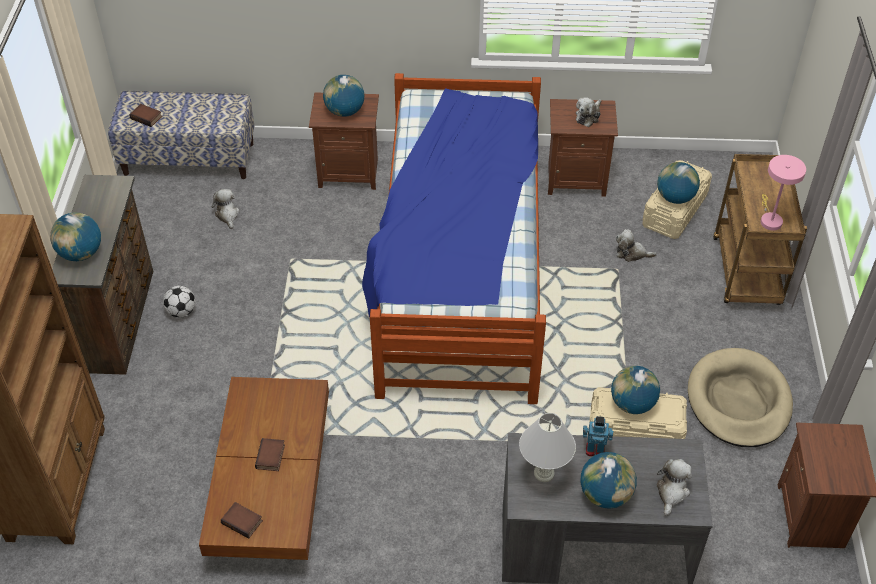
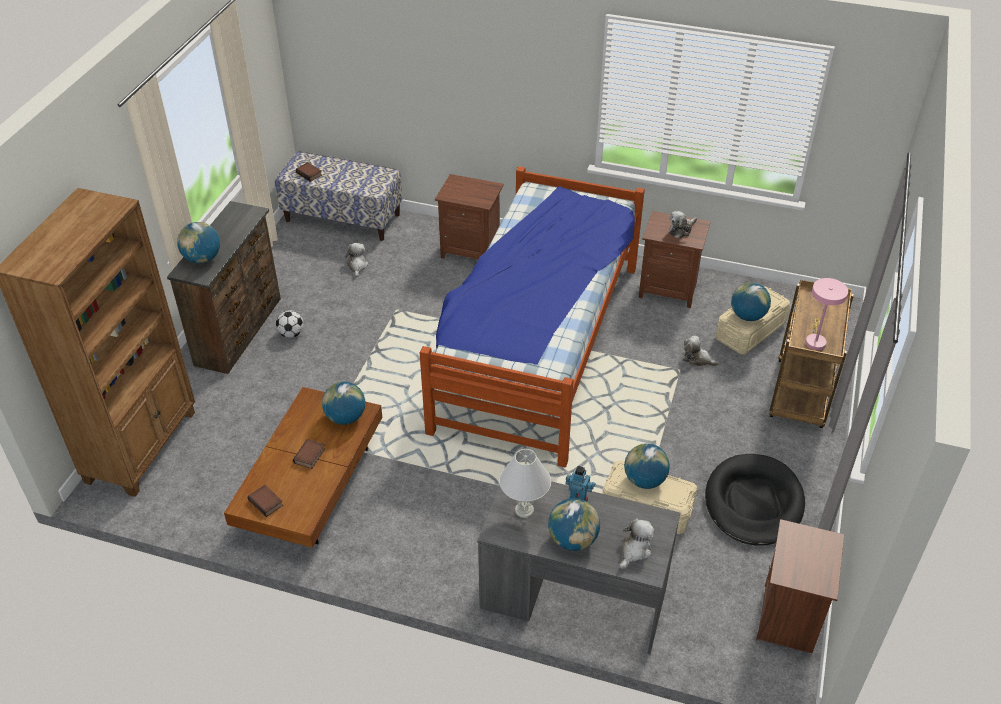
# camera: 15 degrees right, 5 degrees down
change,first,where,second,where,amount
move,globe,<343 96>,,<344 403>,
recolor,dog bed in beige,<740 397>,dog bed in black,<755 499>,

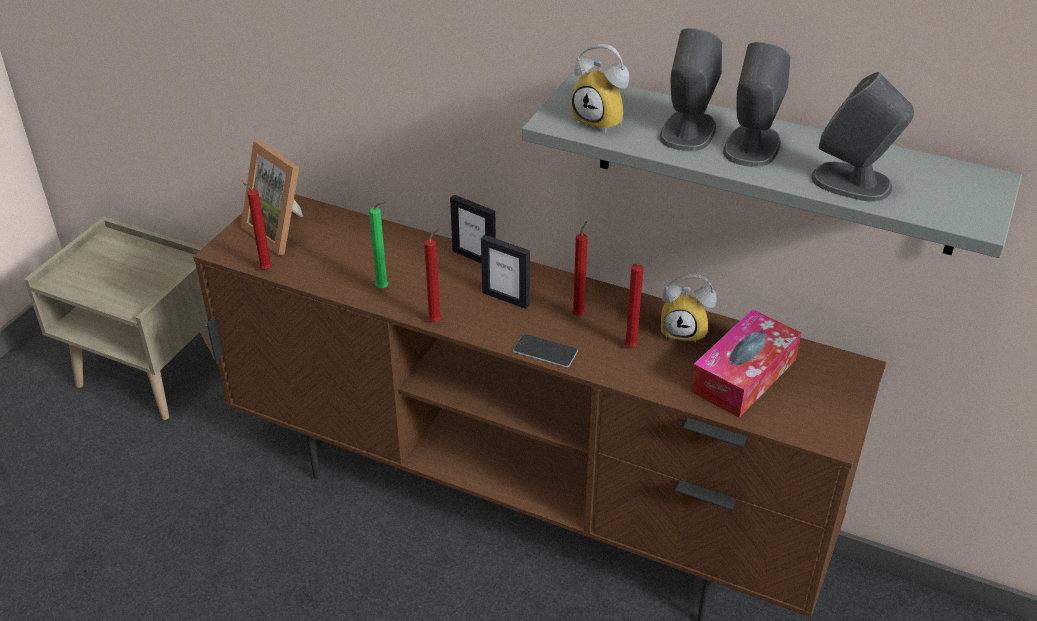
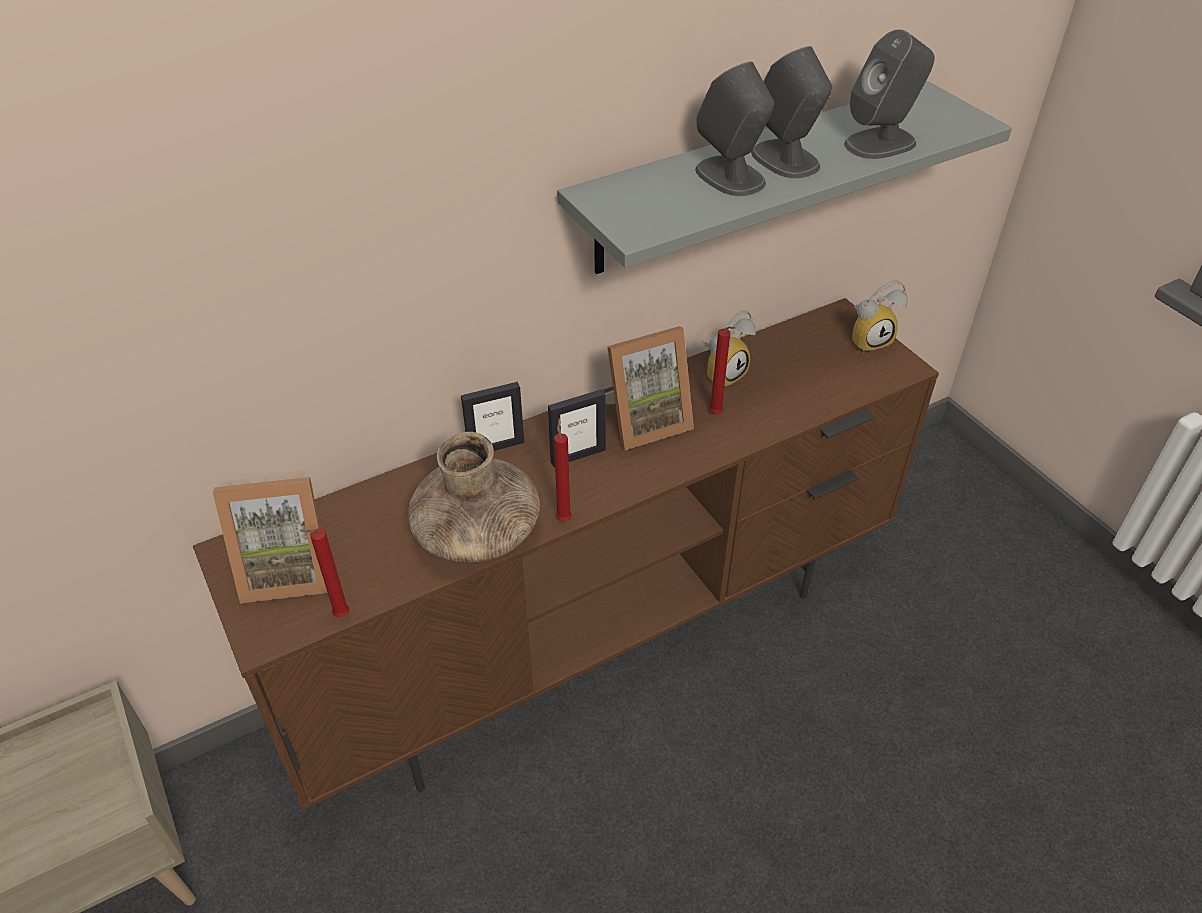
# camera: 55 degrees left, 5 degrees up
change,first,where,second,where,amount
replace,candle in green,<378 245>,vase in brown,<474 497>,
replace,candle in red,<580 268>,picture frame,<649 388>,
move,alarm clock,<600 88>,,<880 316>,
delete,phone,<545 350>,,,
delete,tissue box,<745 363>,,,

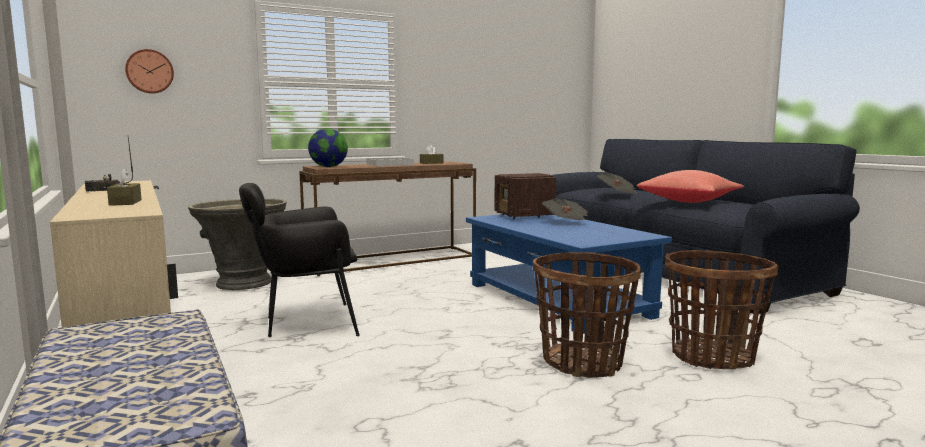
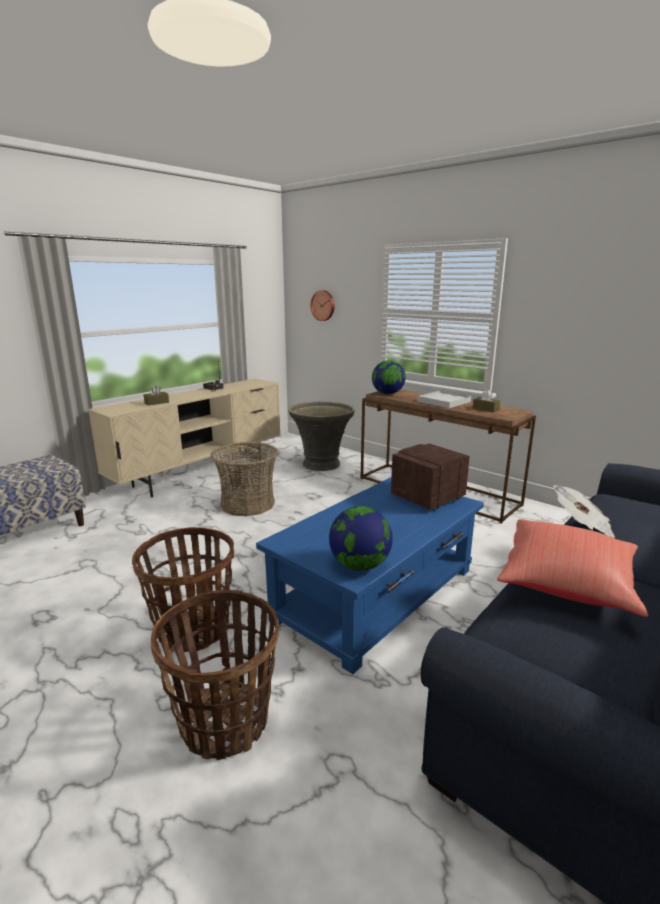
# camera: 70 degrees right, 10 degrees up
change,first,where,second,where,amount
replace,armchair in black,<299 260>,basket,<244 479>,
insert,,,globe,<361 538>,
delete,newspaper,<565 209>,,,

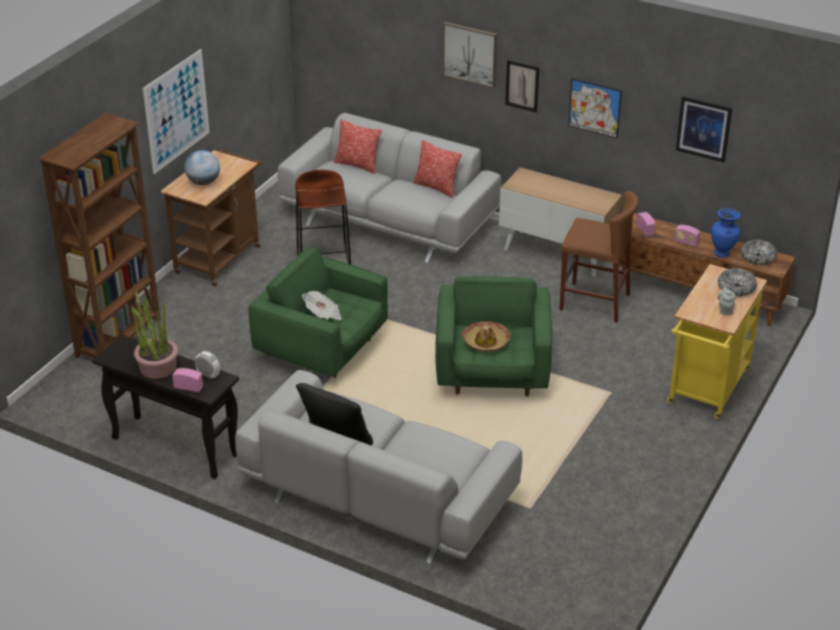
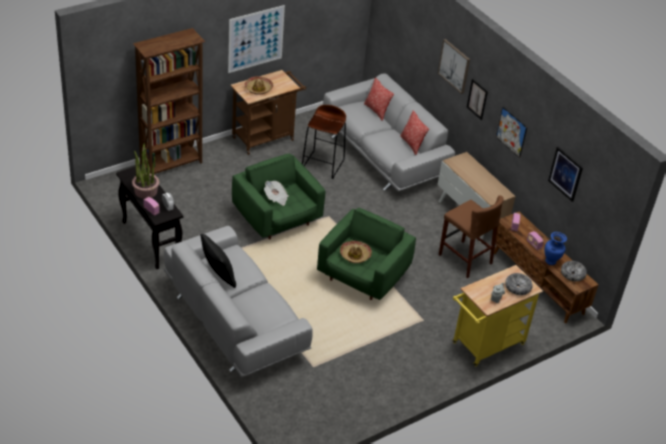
# camera: 25 degrees right, 5 degrees up
change,first,where,second,where,amount
replace,globe,<202 167>,hat,<259 85>,

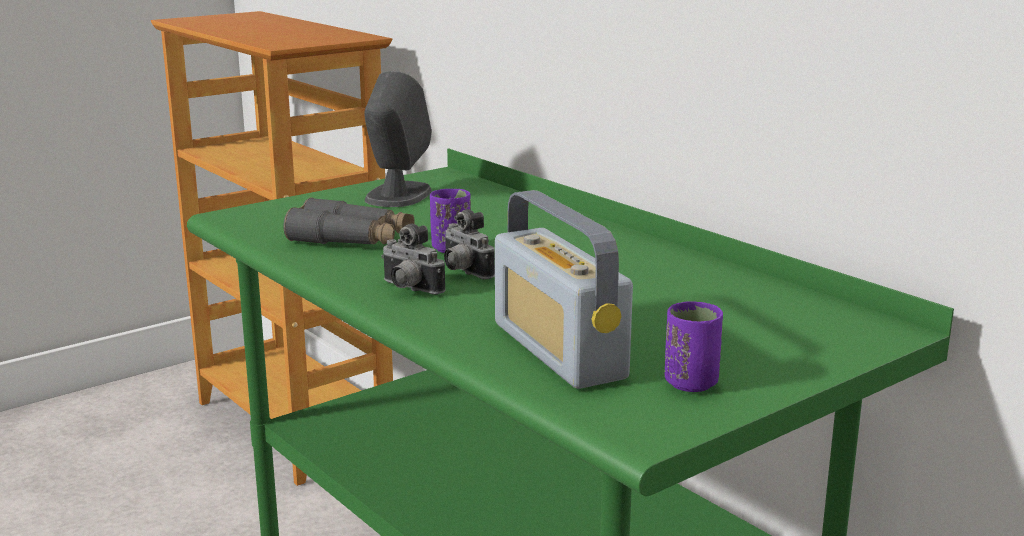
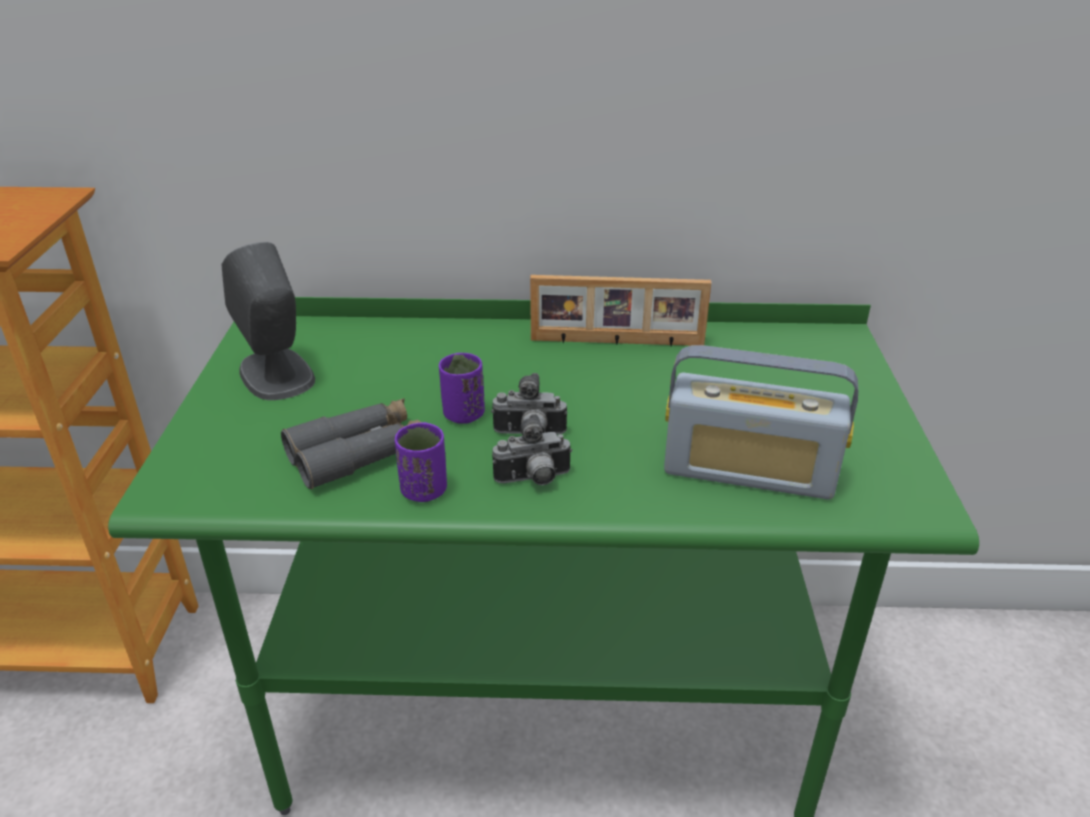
# camera: 50 degrees left, 15 degrees up
change,first,where,second,where,amount
move,cup in purple,<694 346>,,<421 462>,
insert,,,picture frame,<620 311>,

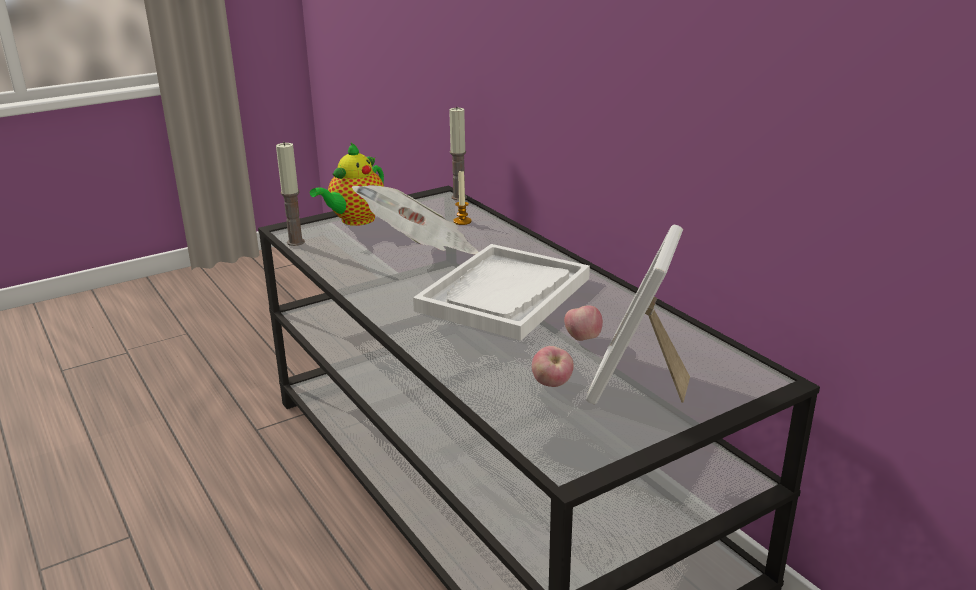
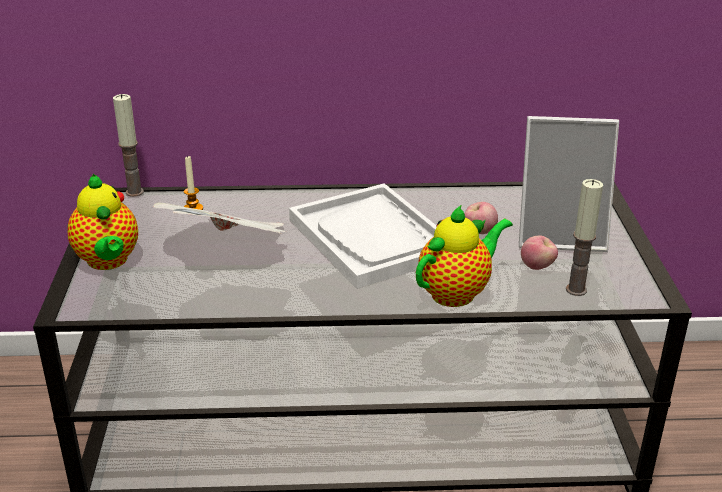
# camera: 60 degrees left, 5 degrees up
change,first,where,second,where,amount
insert,,,teapot,<464 255>,
rotate,picture frame,<638 314>,,<569 184>,45 degrees counterclockwise
move,candle,<290 194>,,<584 237>,

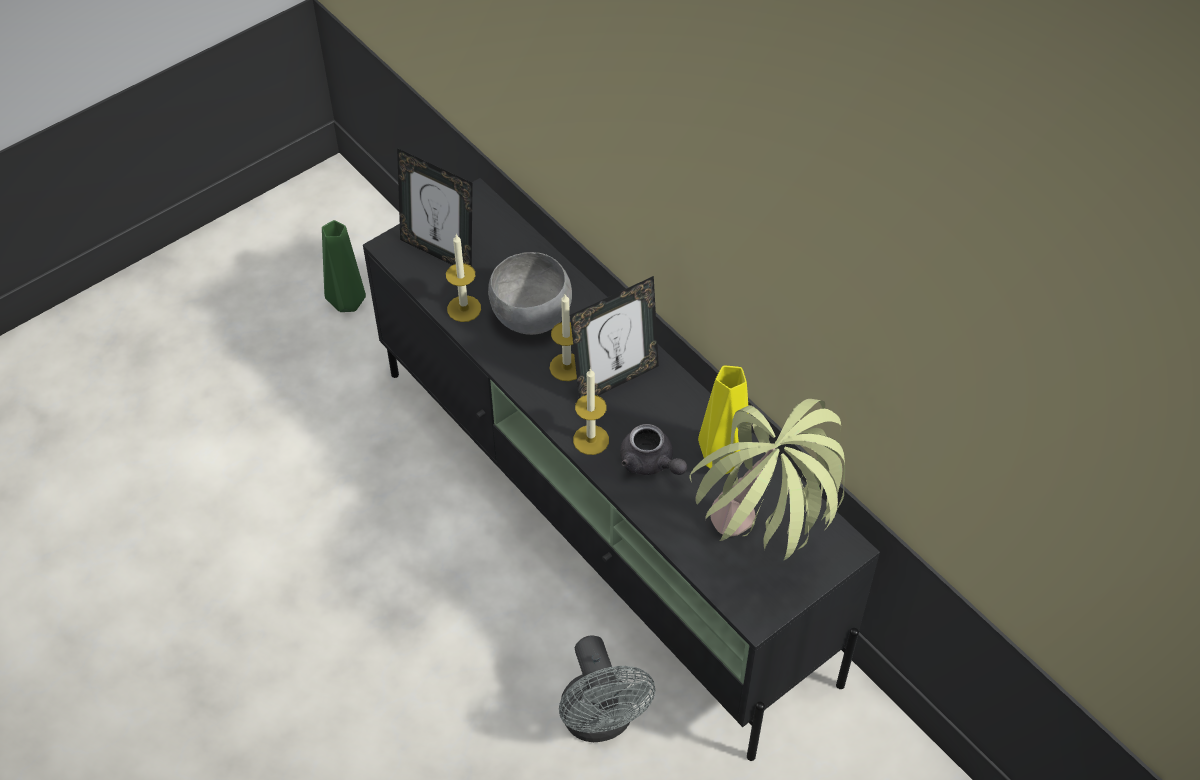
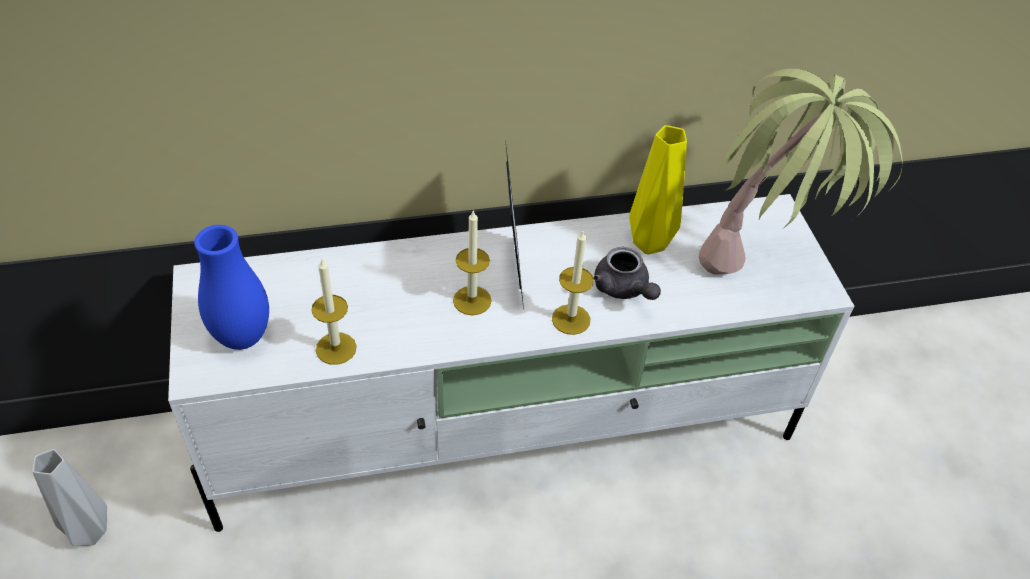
# camera: 65 degrees left, 5 degrees down
change,first,where,second,where,amount
recolor,vase in green,<344 266>,vase in grey,<69 497>,
recolor,tv stand in black,<621 469>,tv stand in white,<511 363>,
replace,picture frame,<435 207>,vase in blue,<231 287>,
rotate,teapot in grey,<653 449>,,<627 273>,75 degrees clockwise
delete,bowl in grey,<530 293>,,,
delete,fan in grey,<607 688>,,,

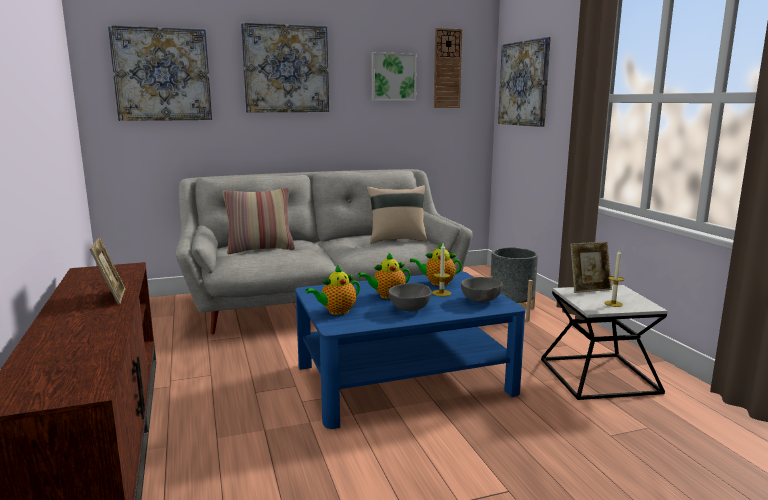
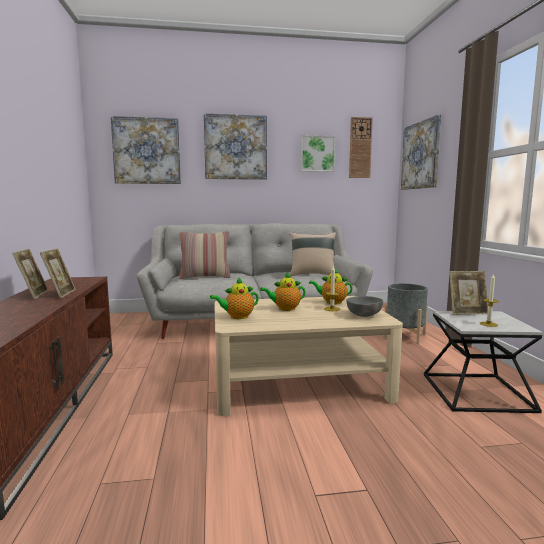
# camera: 10 degrees right, 5 degrees down
change,first,where,second,where,amount
insert,,,picture frame,<30 274>,
recolor,coffee table in blue,<410 350>,coffee table in beige,<308 356>,
delete,bowl in grey,<410 297>,,,

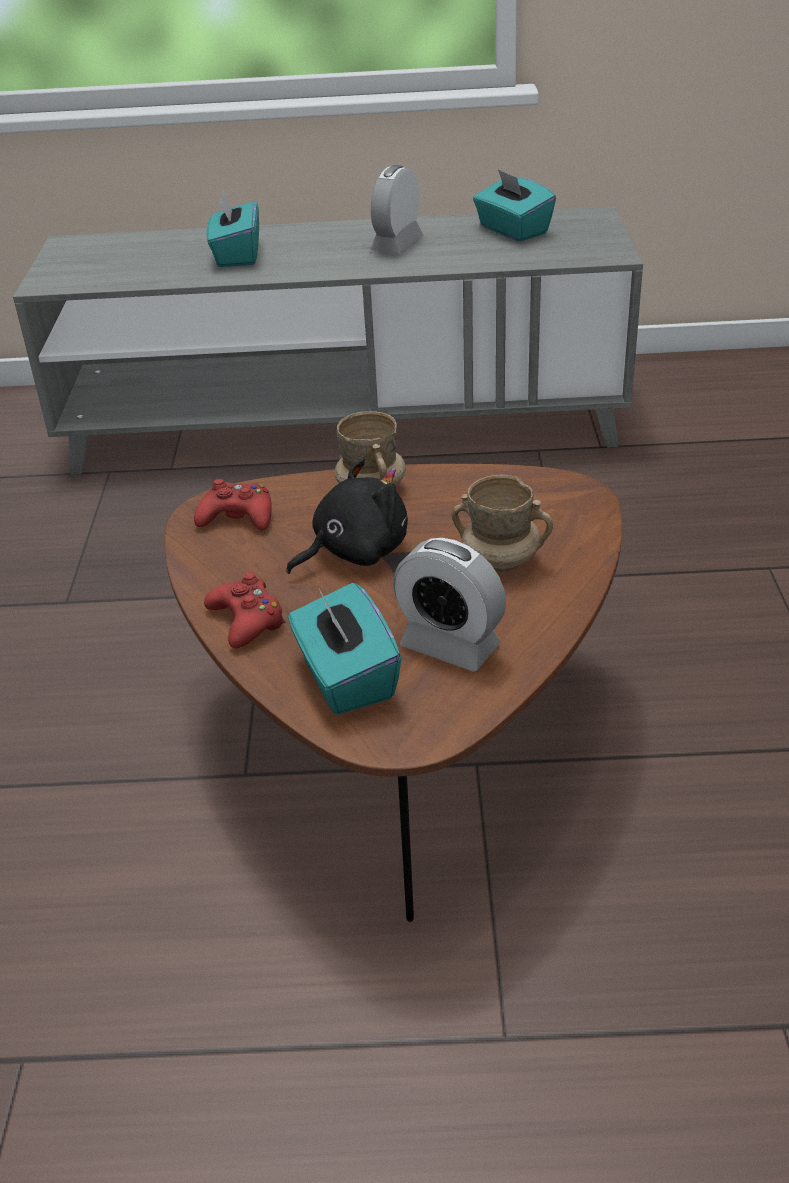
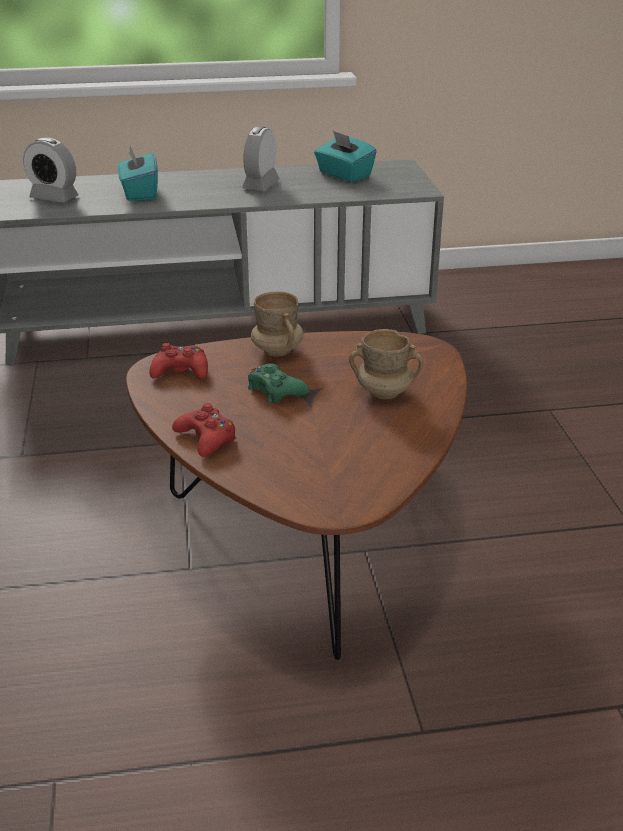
# camera: 10 degrees left, 5 degrees down
change,first,where,second,where,amount
move,alarm clock,<449 604>,,<50 170>,
replace,plush toy in black,<347 516>,game controller in green,<278 383>,
delete,tissue box in turquoise,<344 649>,,,

